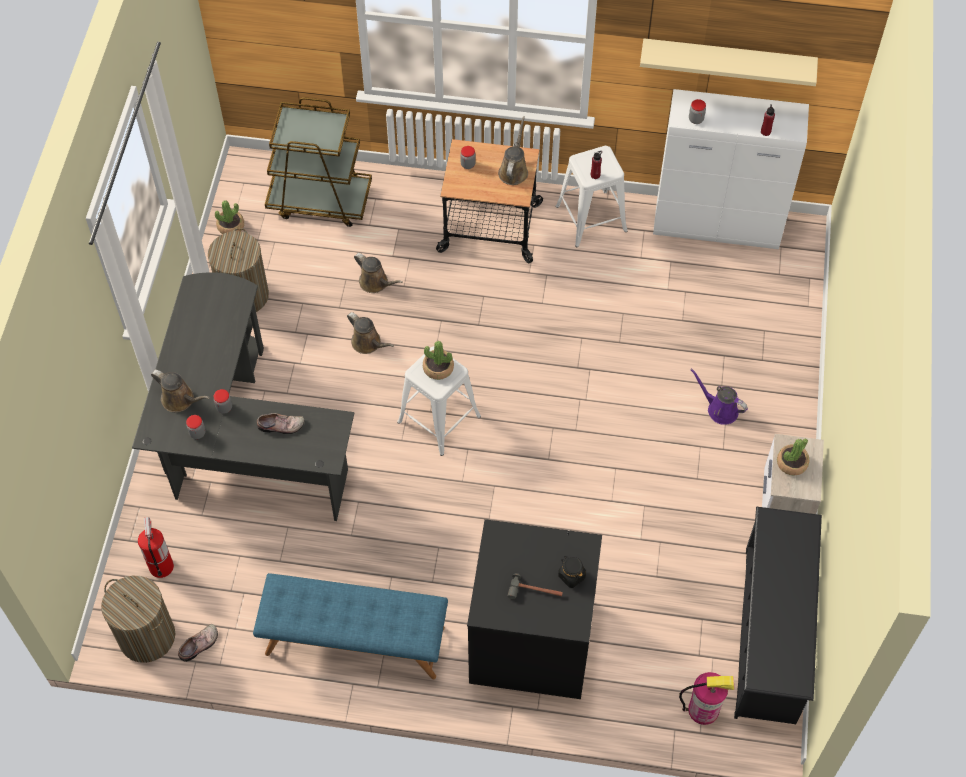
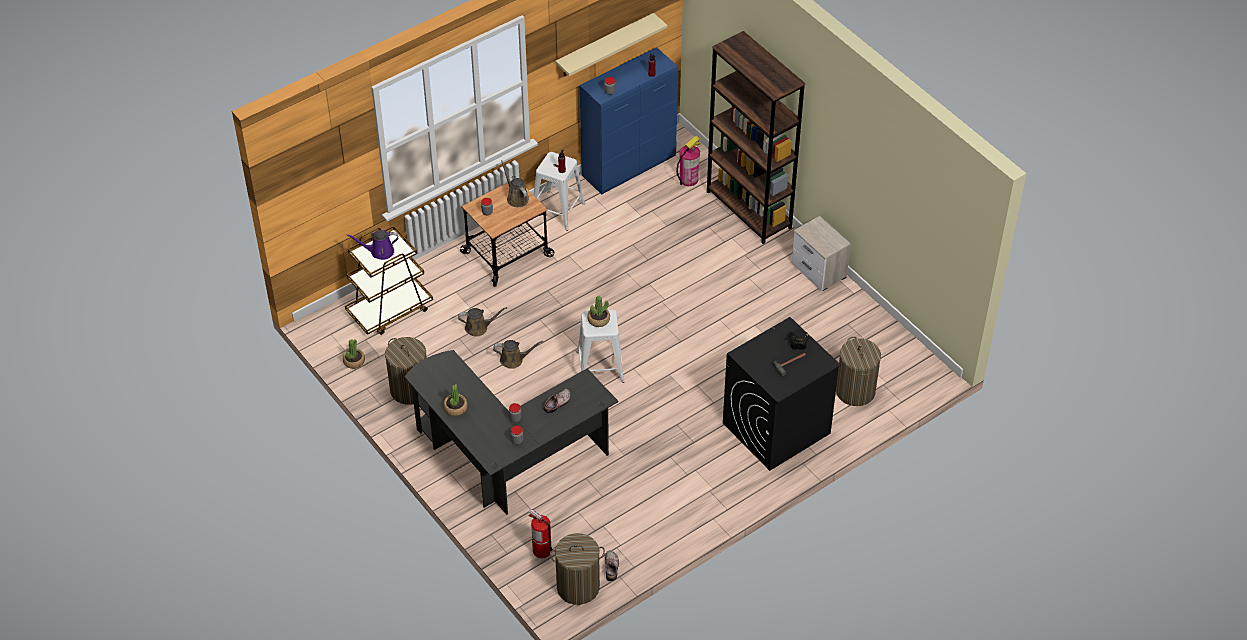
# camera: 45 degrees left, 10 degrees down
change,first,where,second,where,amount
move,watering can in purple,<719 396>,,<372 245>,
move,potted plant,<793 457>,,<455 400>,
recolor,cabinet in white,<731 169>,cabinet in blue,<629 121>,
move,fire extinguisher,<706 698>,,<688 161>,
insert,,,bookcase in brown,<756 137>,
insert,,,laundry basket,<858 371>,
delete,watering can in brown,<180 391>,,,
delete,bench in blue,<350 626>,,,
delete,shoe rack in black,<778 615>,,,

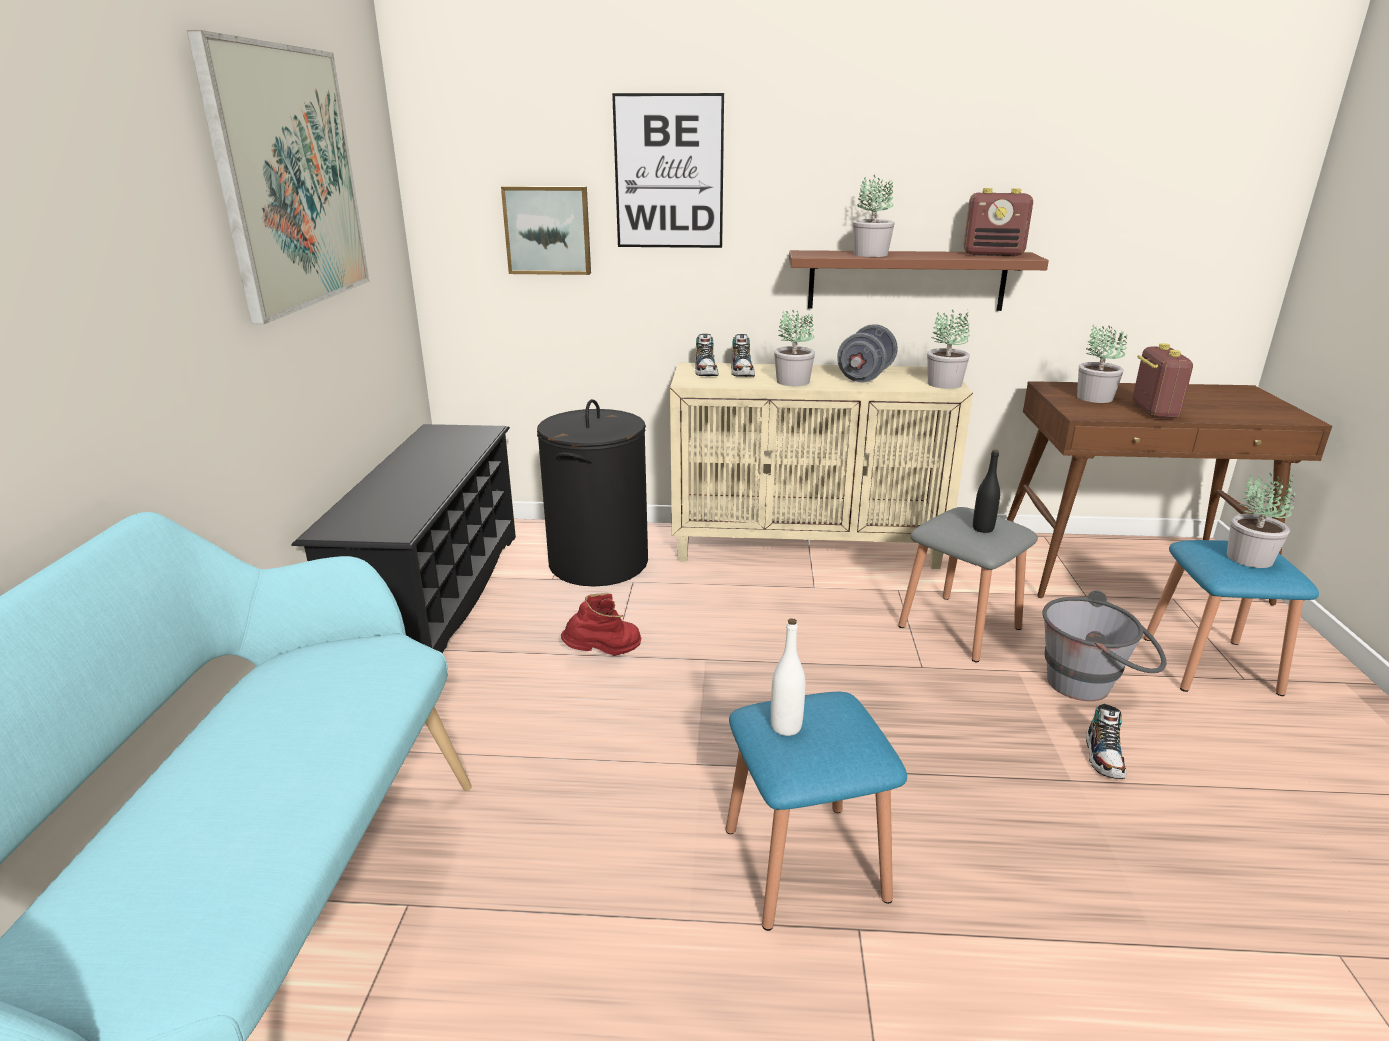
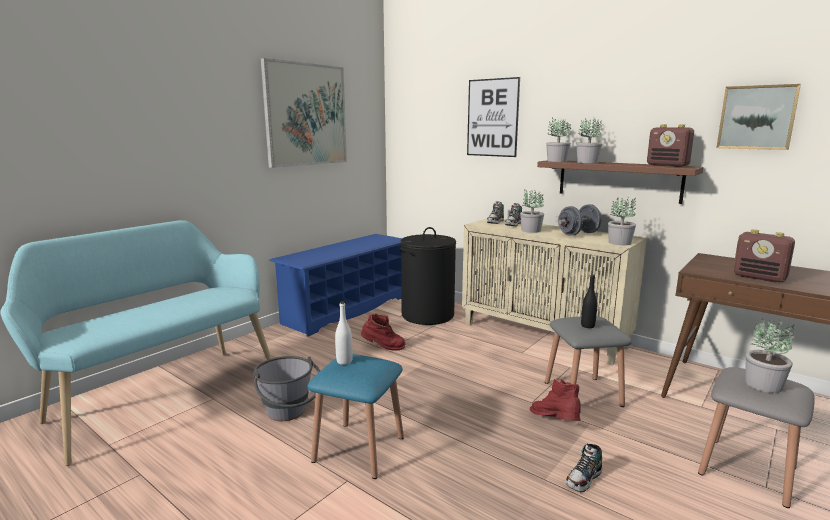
# camera: 35 degrees right, 10 degrees down
change,first,where,second,where,amount
move,bucket in grey,<1104 645>,,<286 388>,
recolor,shoe rack in black,<404 539>,shoe rack in blue,<335 285>,
insert,,,boot in red,<555 400>,
move,potted plant,<1102 364>,,<558 140>,
recolor,stool in blue,<1231 618>,stool in grey,<756 437>,
move,picture,<546 230>,,<758 117>,
rotate,radio,<1163 381>,,<764 256>,90 degrees clockwise

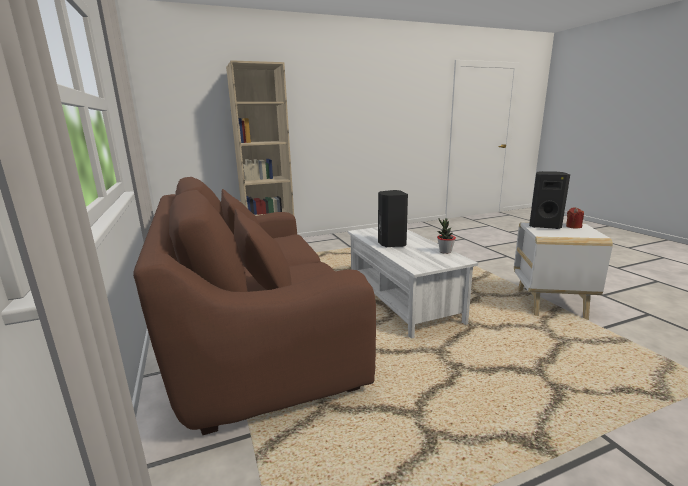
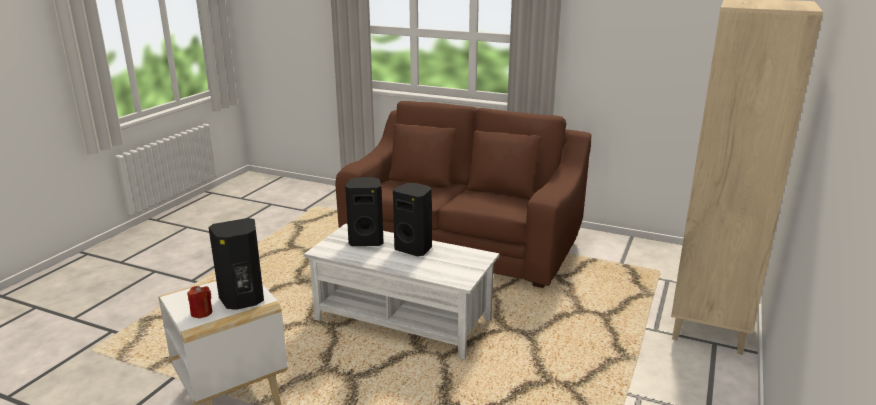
# camera: 135 degrees right, 5 degrees up
change,first,where,second,where,amount
insert,,,speaker in black,<364 211>,
delete,potted plant,<446 236>,,,

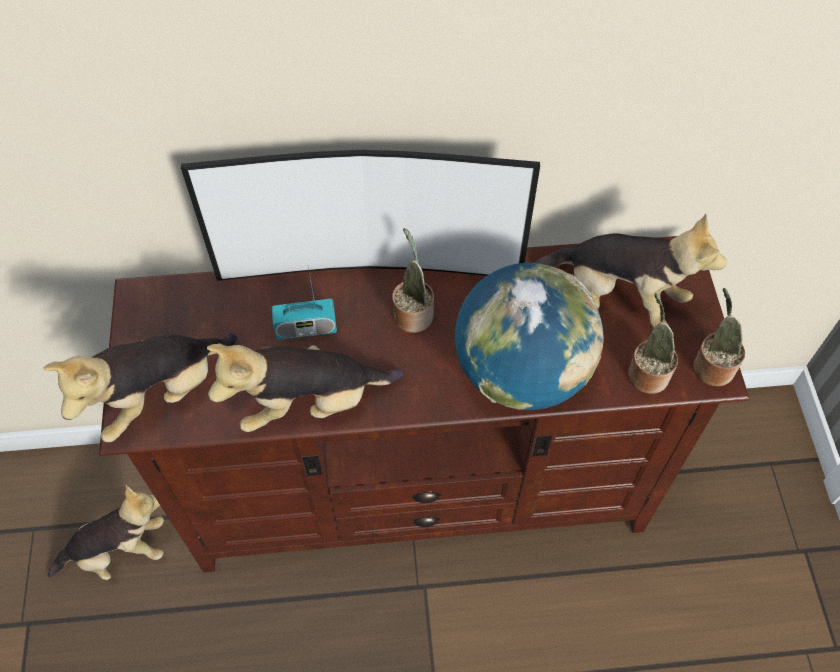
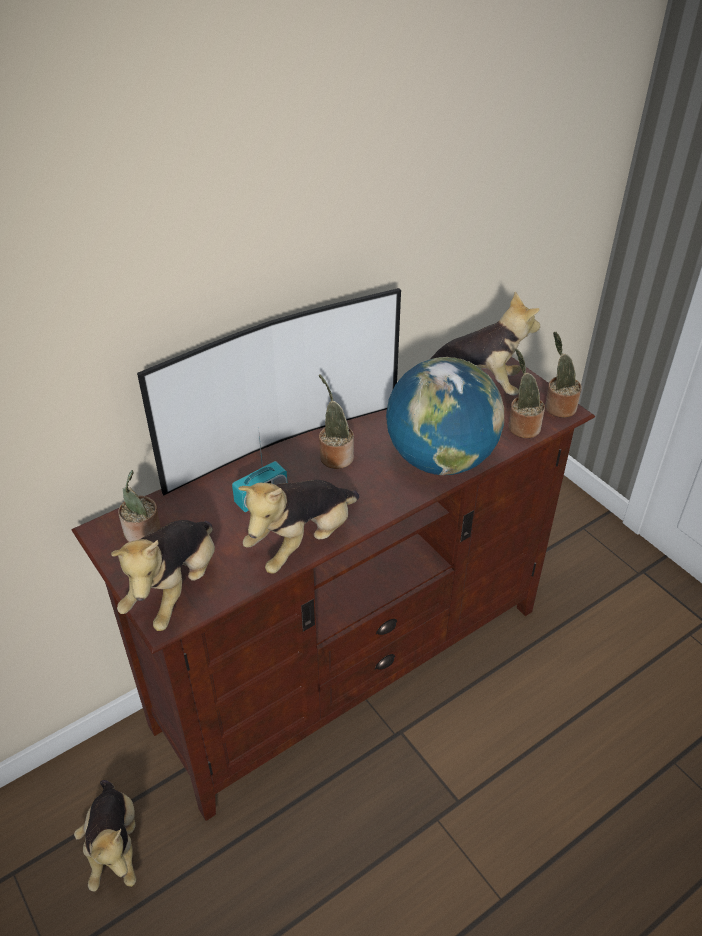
# camera: 30 degrees left, 15 degrees down
change,first,where,second,where,amount
rotate,plush toy,<106 532>,,<105 836>,120 degrees clockwise
insert,,,potted plant,<139 506>,

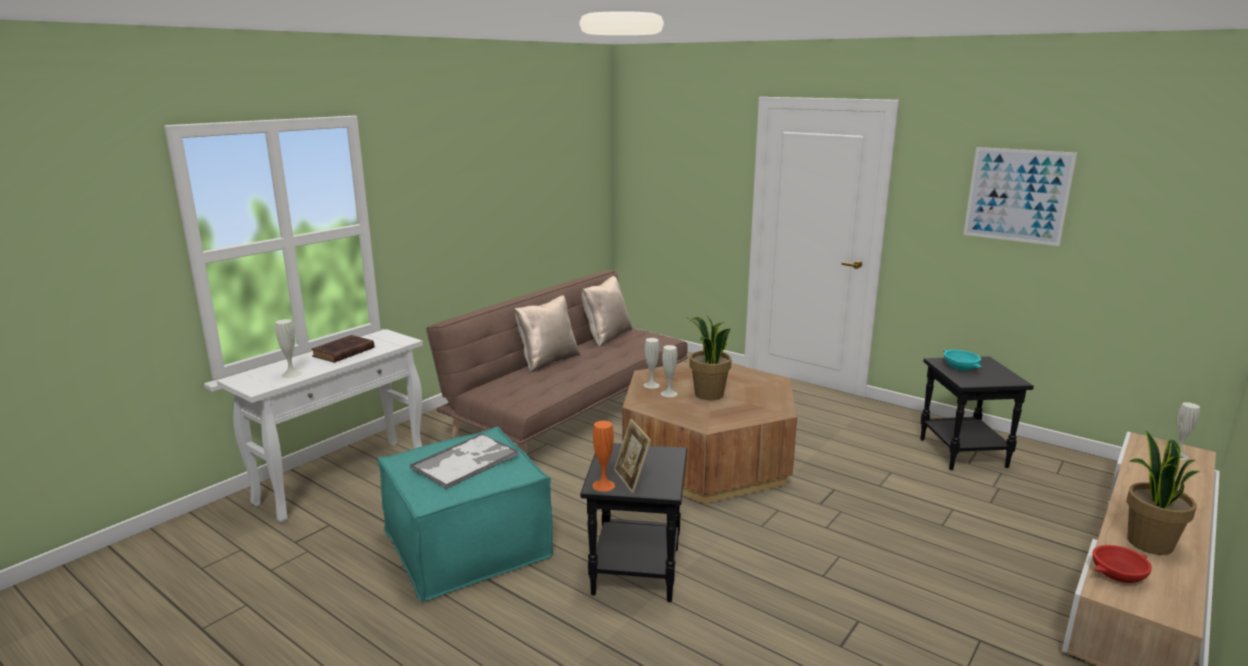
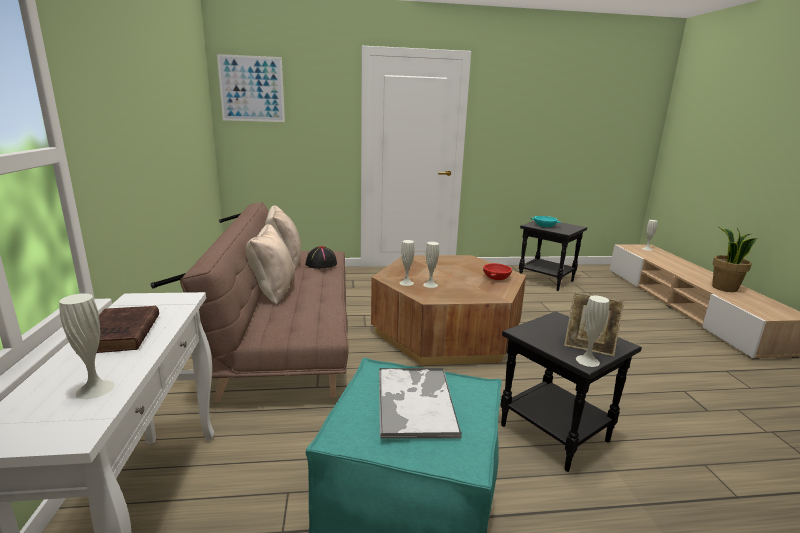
# camera: 45 degrees left, 0 degrees up
change,first,where,second,where,amount
move,picture,<1020 196>,,<251 88>,
insert,,,hat in black,<321 257>,
move,bowl in red,<1122 564>,,<497 271>,
recolor,vase in orange,<603 456>,vase in white,<592 331>,
delete,potted plant,<709 358>,,,

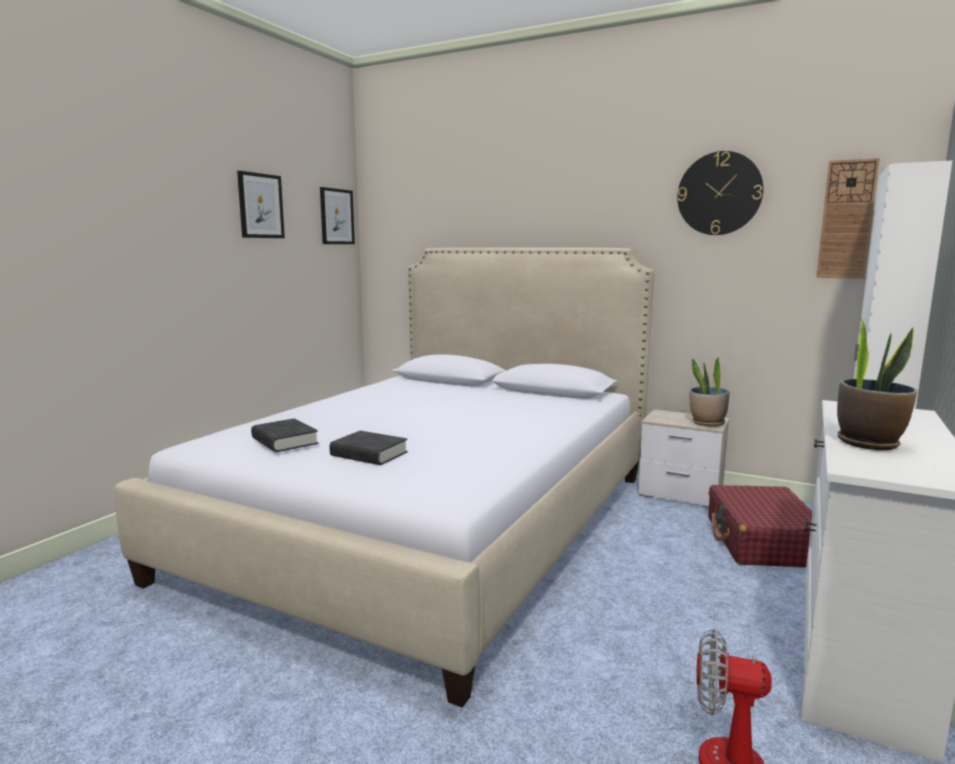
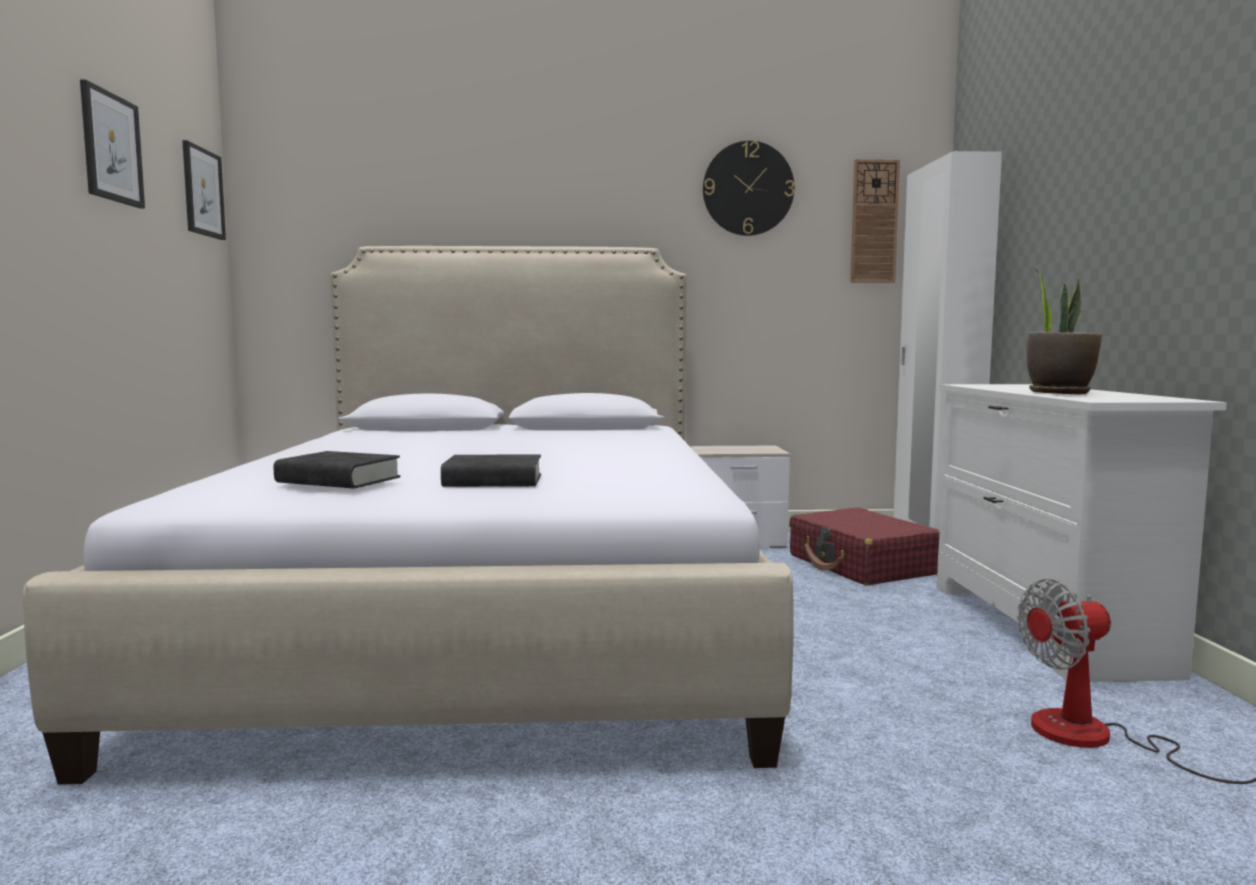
# camera: 30 degrees left, 5 degrees down
change,first,where,second,where,amount
delete,potted plant,<710 391>,,,

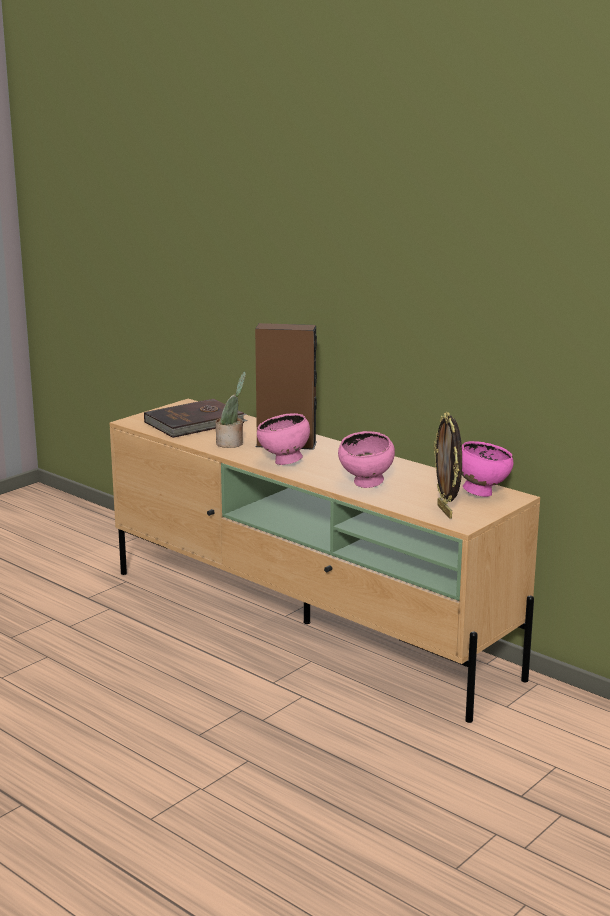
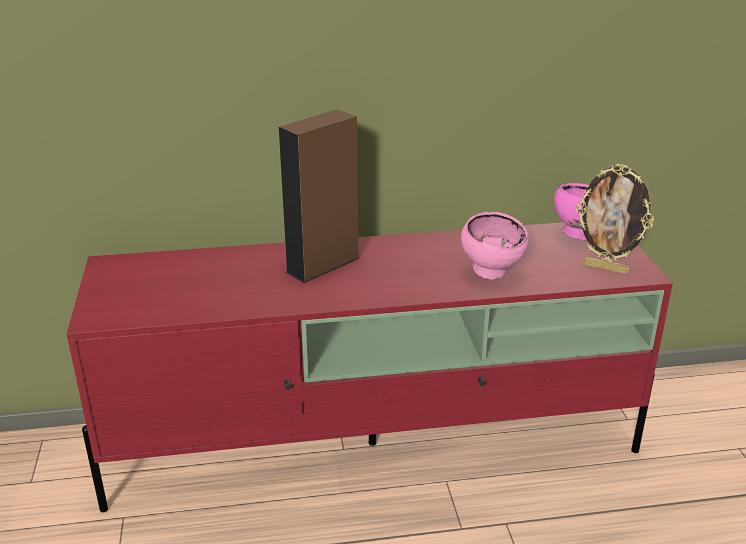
# camera: 50 degrees left, 10 degrees up
change,first,where,second,where,amount
recolor,tv stand in beige,<325 561>,tv stand in red,<370 367>,
delete,book in brown,<196 418>,,,
delete,potted plant,<231 410>,,,
delete,bowl in pink,<283 439>,,,

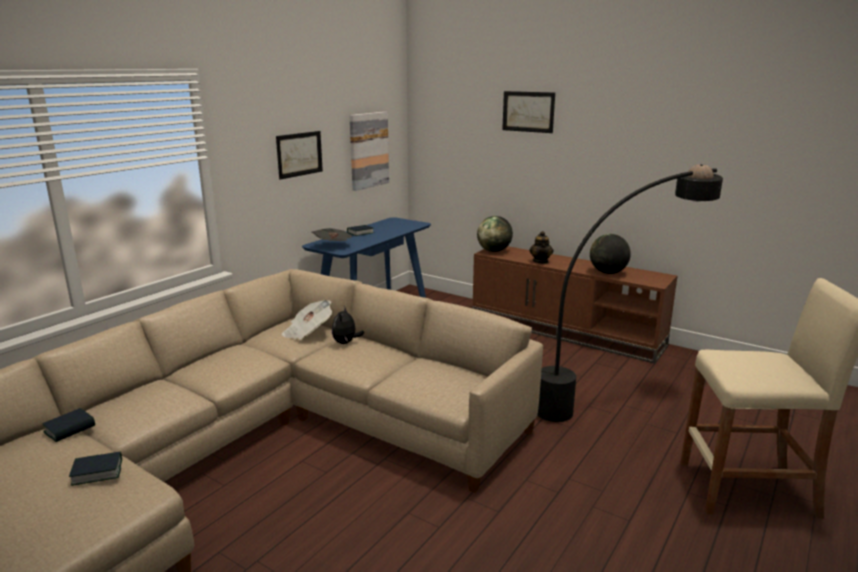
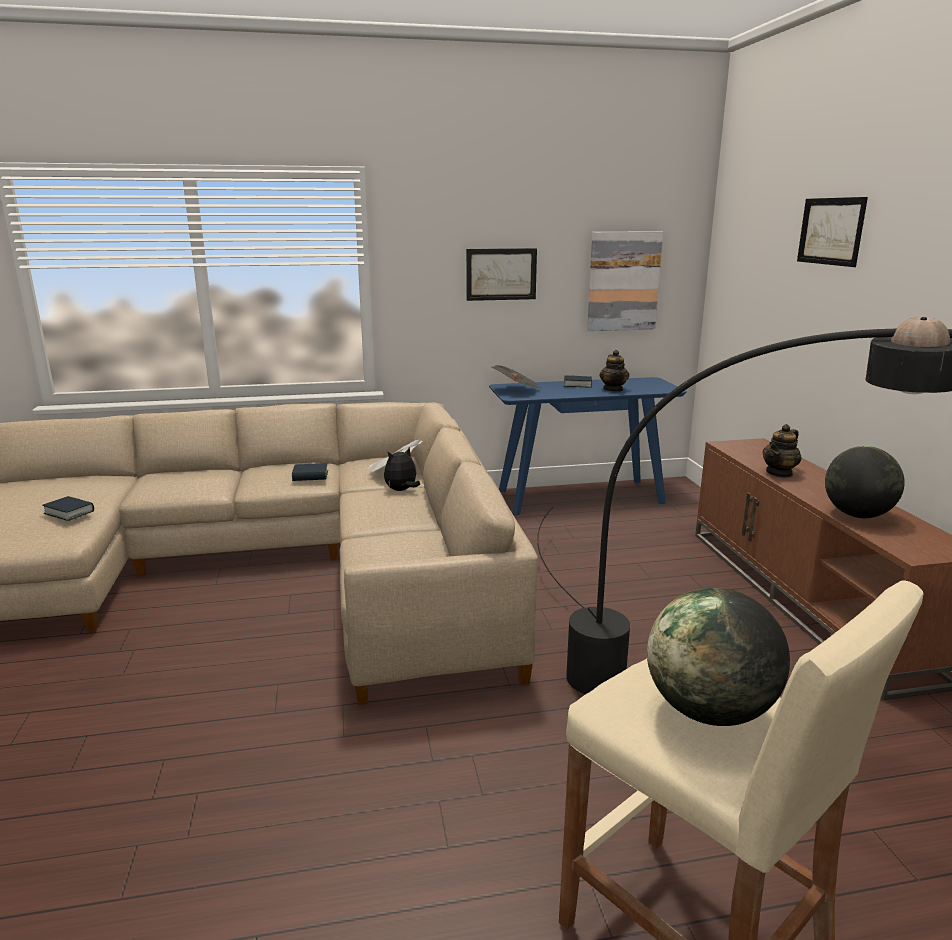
# camera: 45 degrees right, 0 degrees up
change,first,where,second,where,amount
move,book,<68 425>,,<310 472>,
insert,,,teapot,<614 371>,
move,globe,<495 234>,,<718 657>,

